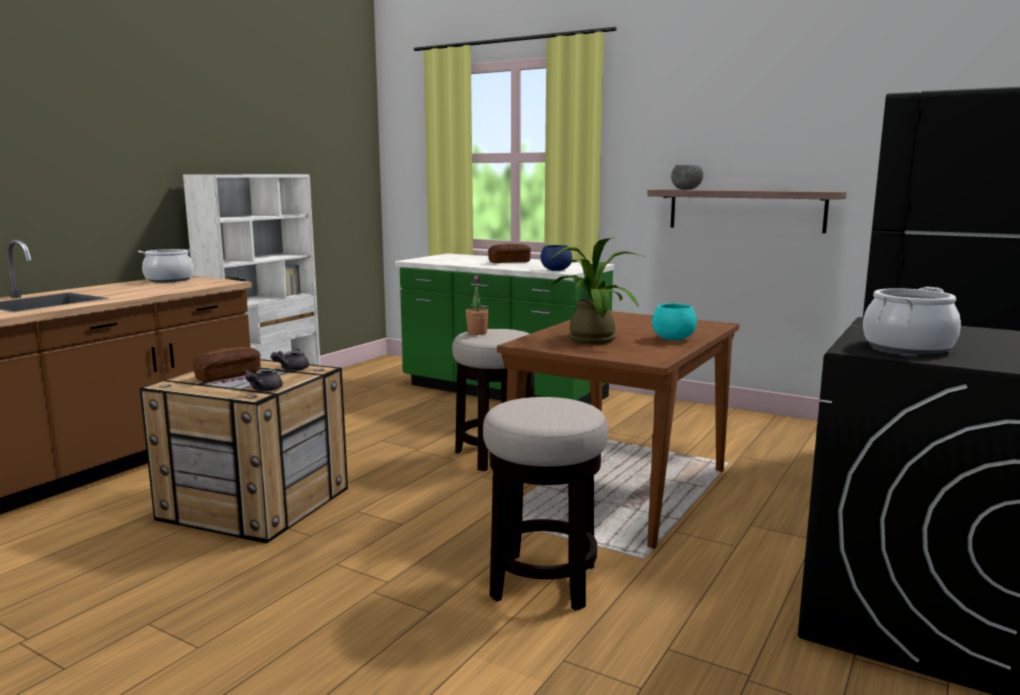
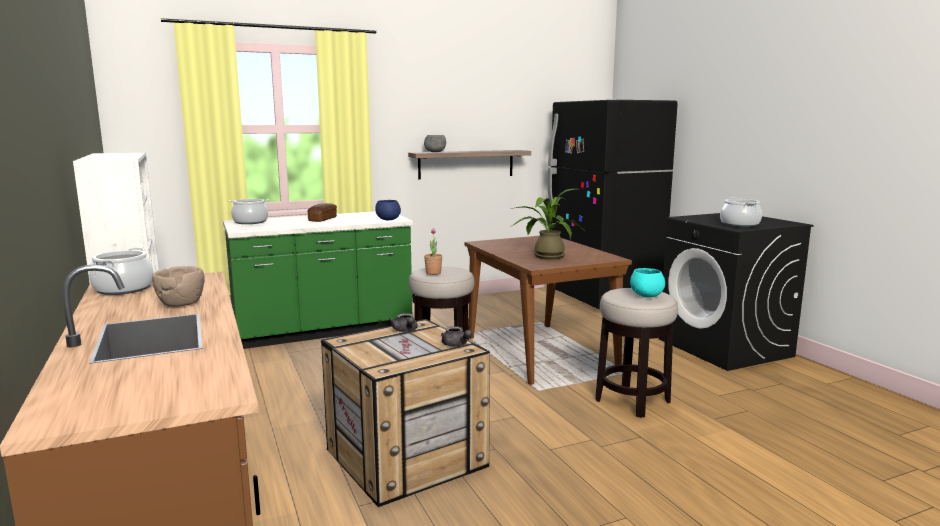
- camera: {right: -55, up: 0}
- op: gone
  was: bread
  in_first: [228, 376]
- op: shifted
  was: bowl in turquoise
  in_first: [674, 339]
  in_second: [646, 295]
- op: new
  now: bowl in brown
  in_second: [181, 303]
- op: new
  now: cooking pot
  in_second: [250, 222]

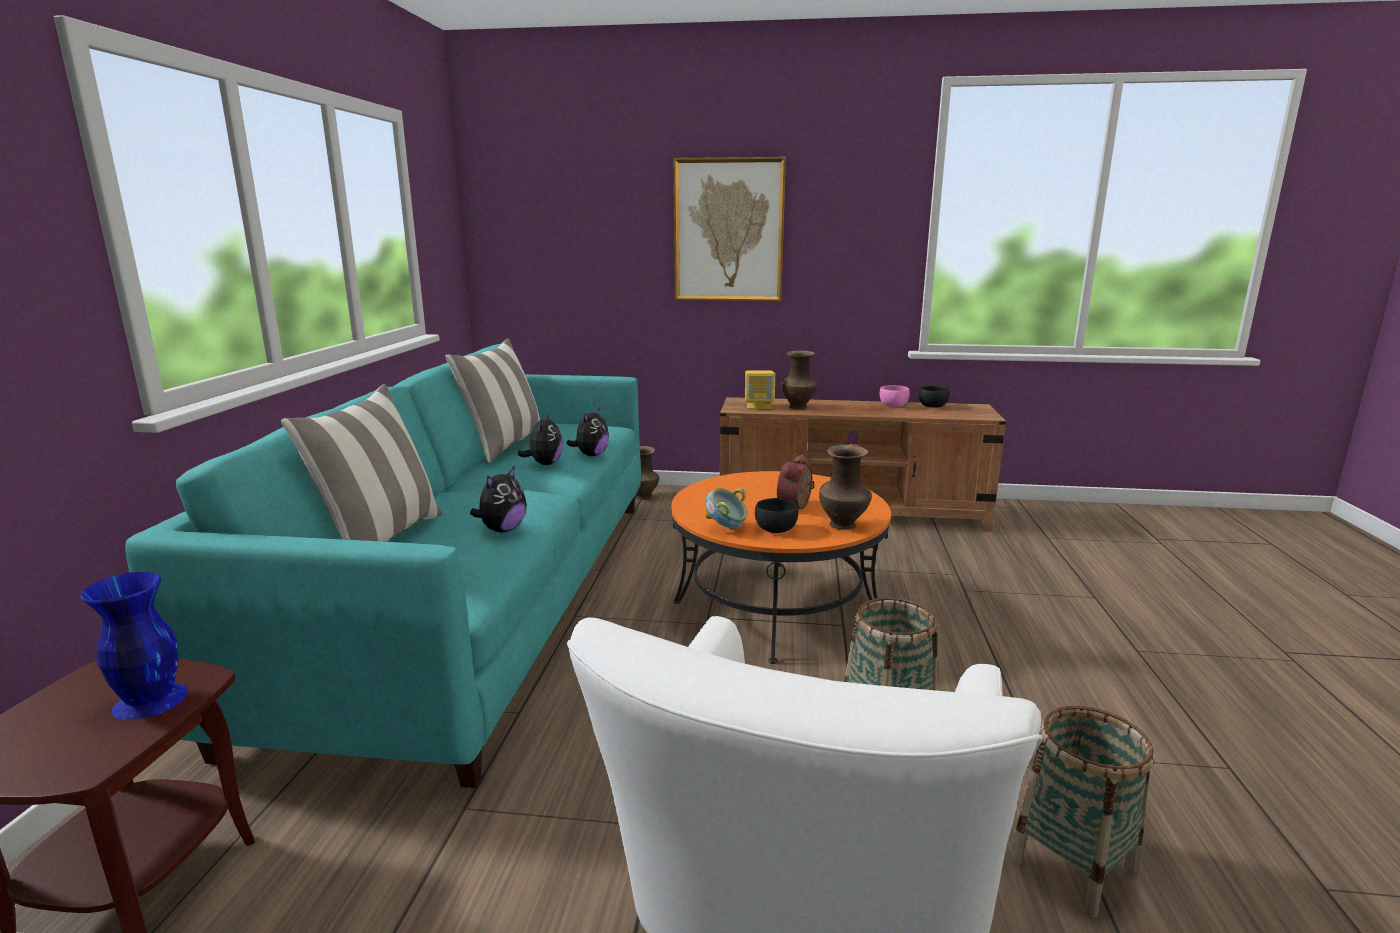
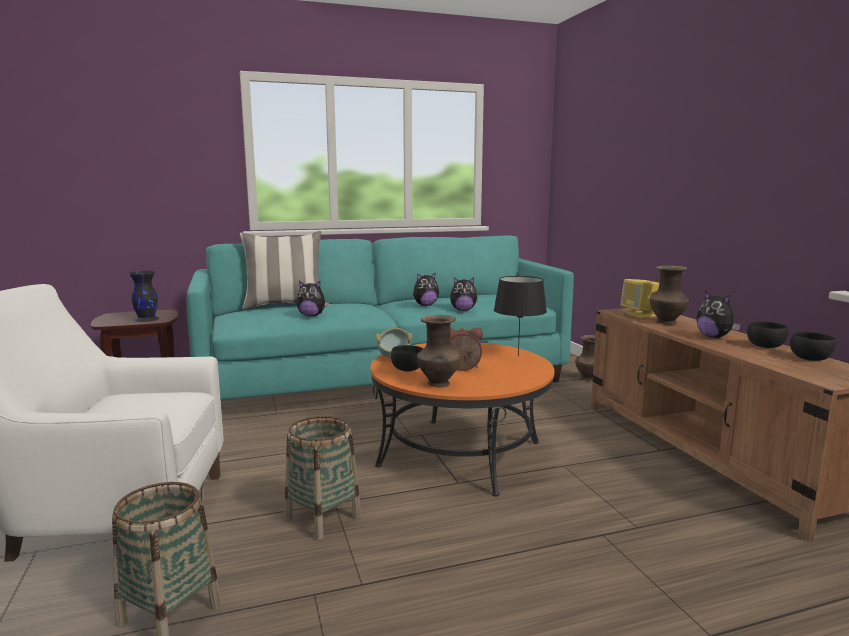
- camera: {right: 65, up: -5}
- op: repainted
  was: vase in blue
  now: vase in black
  in_first: [149, 701]
  in_second: [146, 319]
- op: gone
  was: pillow
  in_first: [503, 447]
- op: gone
  was: picture
  in_first: [728, 230]
- op: repainted
  was: bowl in pink
  now: bowl in black
  in_first: [893, 405]
  in_second: [765, 346]
- op: new
  now: table lamp in black
  in_second: [518, 356]
- op: new
  now: plush toy
  in_second: [714, 337]

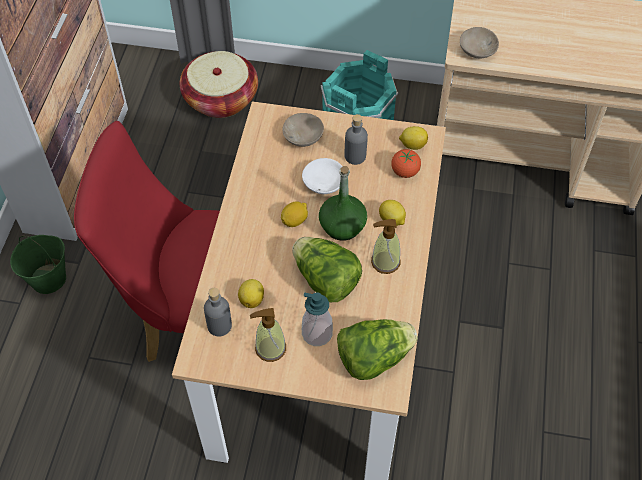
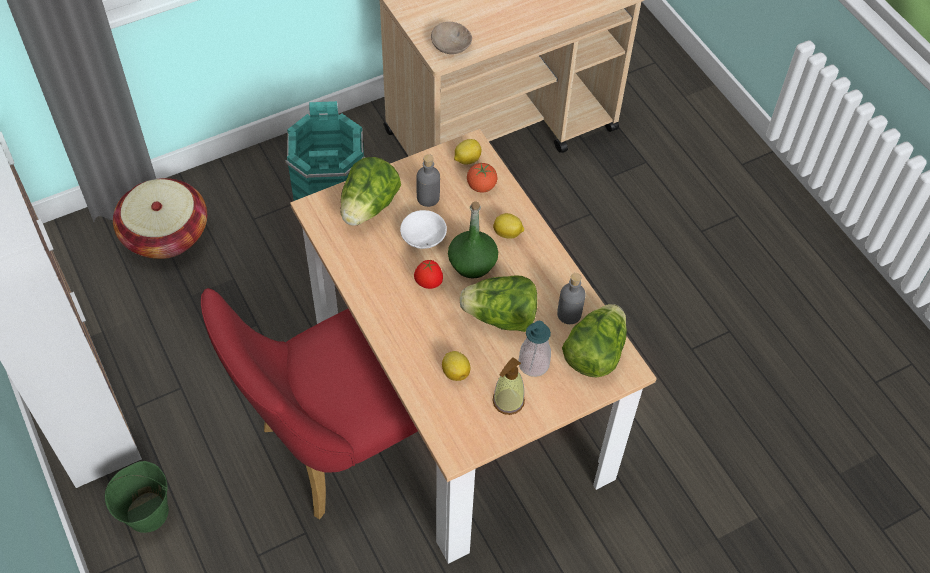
- camera: {right: -40, up: 0}
- op: shifted
  was: bottle in grey
  in_first: [219, 326]
  in_second: [569, 314]
- op: swapped
  was: lemon
  now: tomato
  in_first: [294, 220]
  in_second: [428, 284]
- op: swapped
  was: bowl in beige
  now: lettuce
  in_first: [304, 137]
  in_second: [369, 207]
- op: gone
  was: soap dispenser
  in_first: [385, 262]

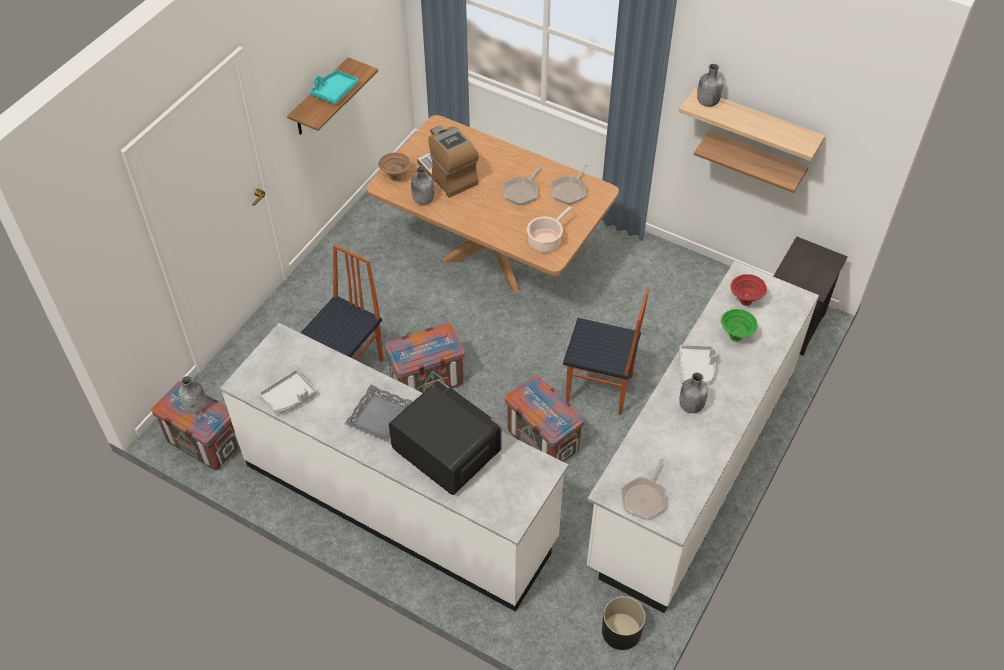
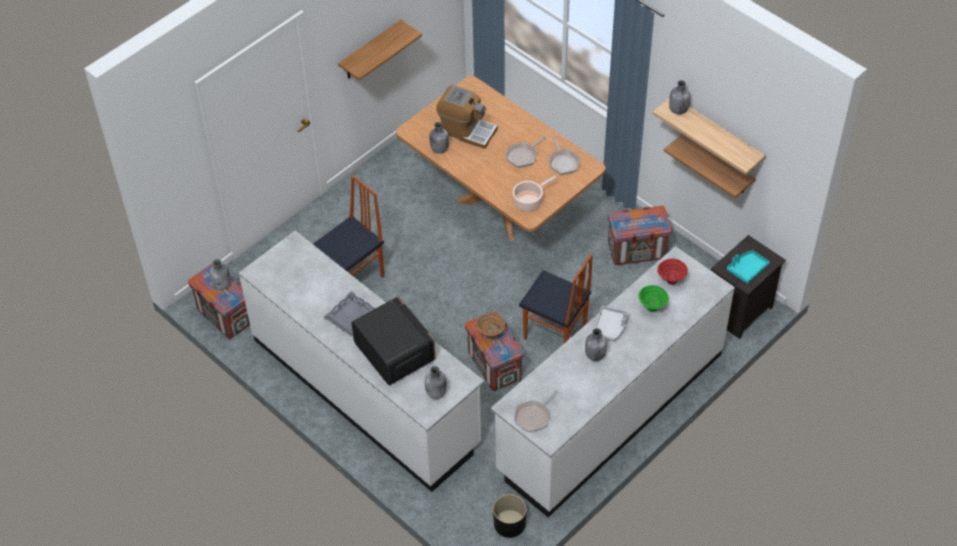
- camera: {right: 15, up: 0}
- op: gone
  was: tray in grey
  in_first: [289, 397]
- op: shifted
  was: tray in turquoise
  in_first: [334, 91]
  in_second: [747, 269]
- op: shifted
  was: bowl in brown
  in_first: [395, 177]
  in_second: [490, 334]
- op: shifted
  was: crate
  in_first: [428, 381]
  in_second: [637, 251]
- op: rotated
  was: coffee machine
  in_first: [448, 174]
  in_second: [466, 130]
  clockwise: 135
- op: rotated
  was: frying pan
  in_first: [570, 191]
  in_second: [563, 162]
  clockwise: -60
- op: new
  now: bottle in grey
  in_second: [436, 393]

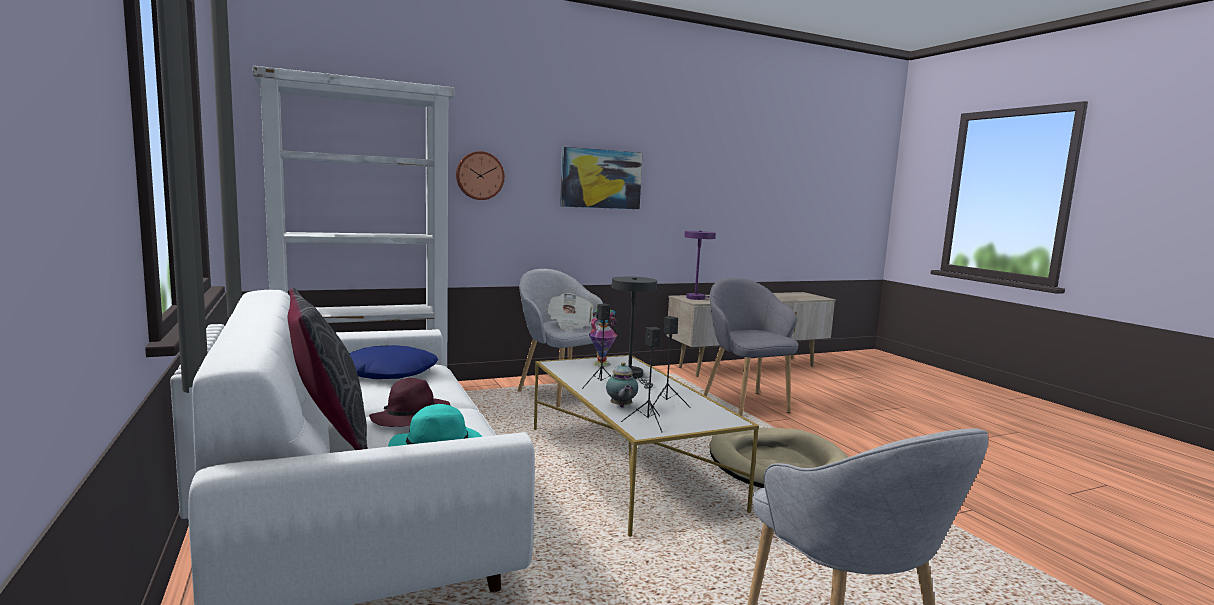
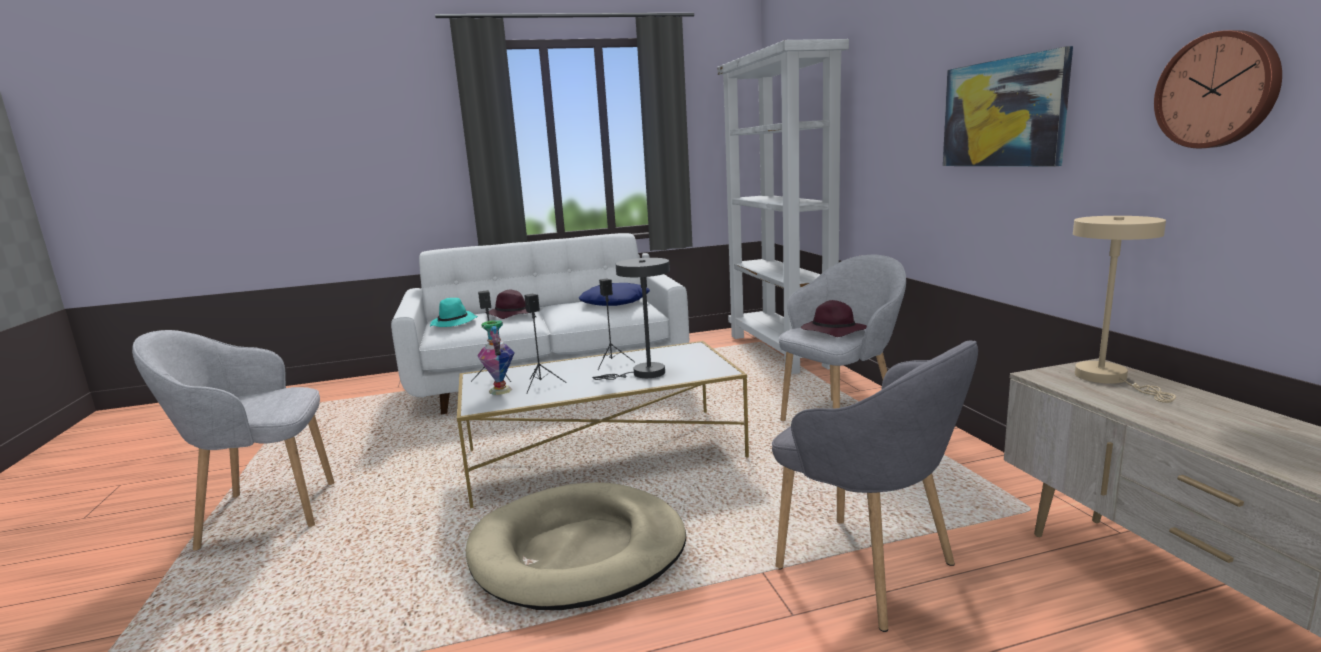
- camera: {right: 100, up: 5}
- op: gone
  was: pillow in grey
  in_first: [330, 441]
- op: shifted
  was: wall clock
  in_first: [479, 175]
  in_second: [1218, 90]
- op: swapped
  was: newspaper
  now: hat in purple
  in_first: [569, 325]
  in_second: [832, 332]
- op: shifted
  was: vase
  in_first: [601, 364]
  in_second: [501, 390]
- op: gone
  was: teapot
  in_first: [621, 407]
- op: repainted
  was: table lamp in purple
  now: table lamp in beige
  in_first: [698, 298]
  in_second: [1108, 378]
- op: rotated
  was: armchair in grey
  in_first: [745, 403]
  in_second: [868, 571]
  clockwise: 60

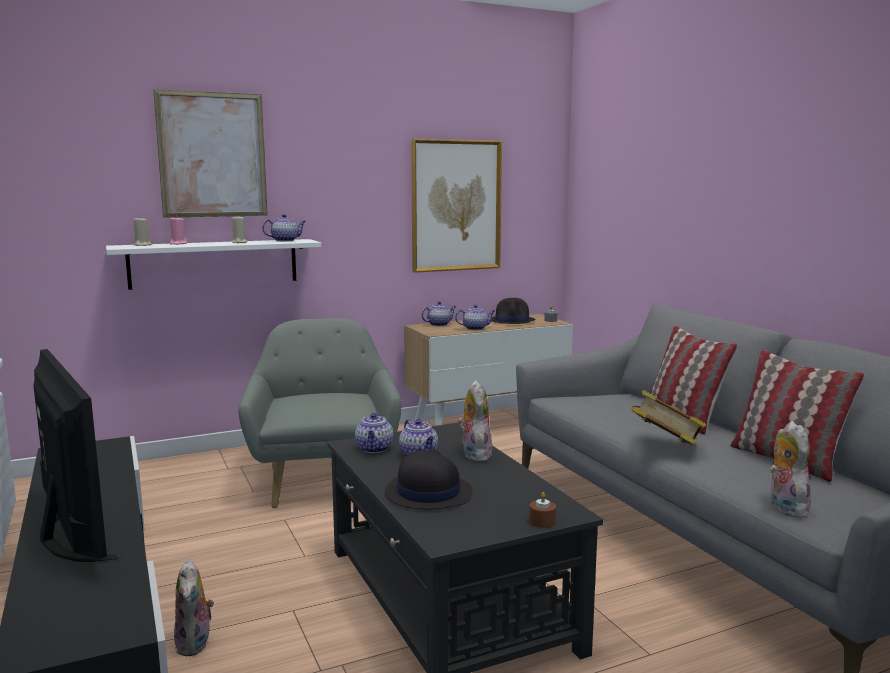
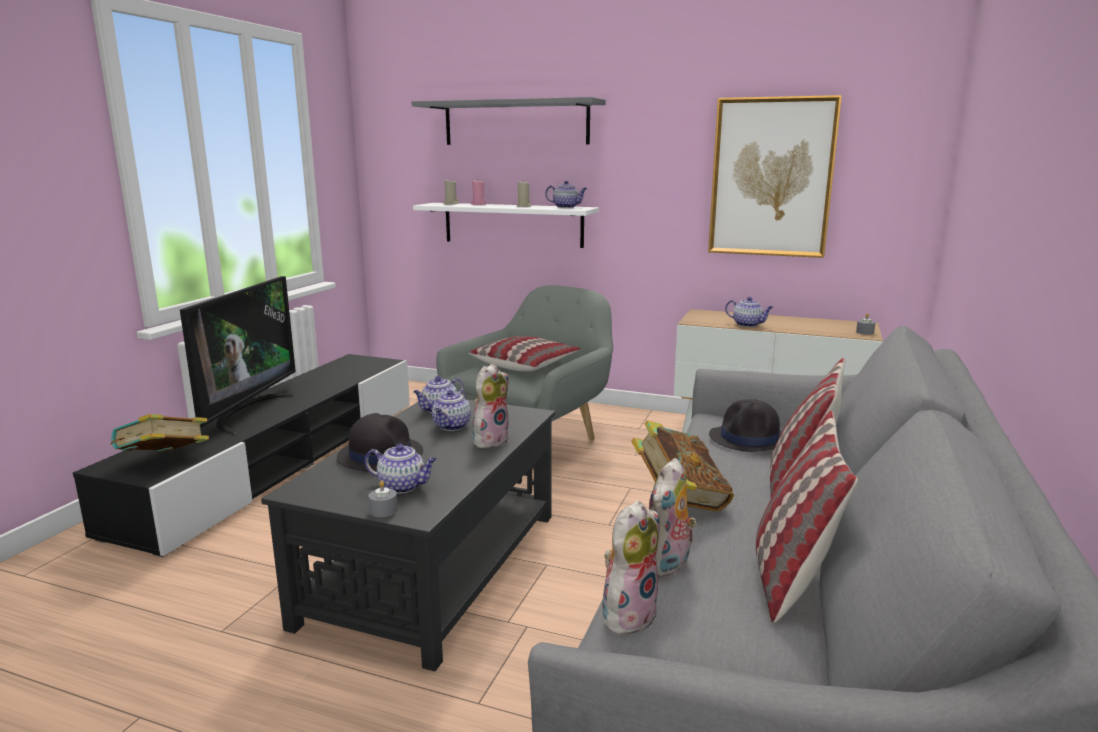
- camera: {right: 45, up: 5}
- op: swapped
  was: picture
  now: shelf in grey
  in_first: [212, 155]
  in_second: [515, 123]
- op: shifted
  was: plush toy
  in_first: [195, 644]
  in_second: [668, 566]
- op: shifted
  was: teapot
  in_first: [439, 324]
  in_second: [403, 486]
- op: shifted
  was: hat in black
  in_first: [512, 321]
  in_second: [749, 439]
- op: repainted
  was: candle in brown
  now: candle in grey
  in_first: [542, 521]
  in_second: [383, 510]
- op: new
  now: book
  in_second: [164, 461]
- op: new
  now: pillow
  in_second: [525, 364]

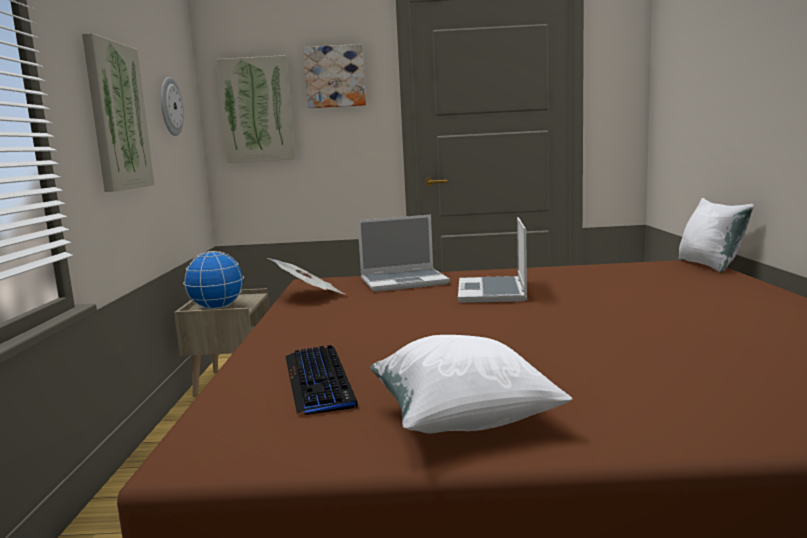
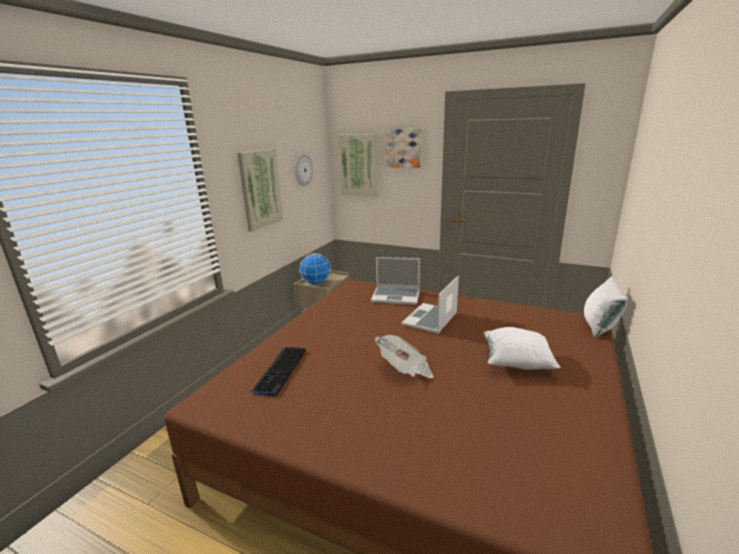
- camera: {right: 25, up: 10}
- op: shifted
  was: newspaper
  in_first: [309, 296]
  in_second: [405, 370]
- op: shifted
  was: pillow in white
  in_first: [463, 422]
  in_second: [516, 363]

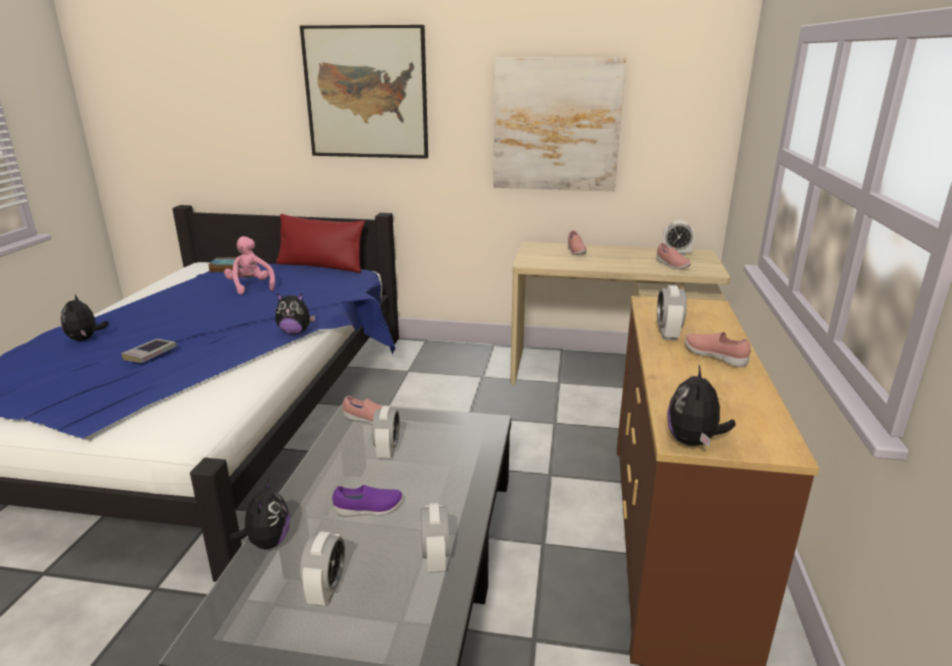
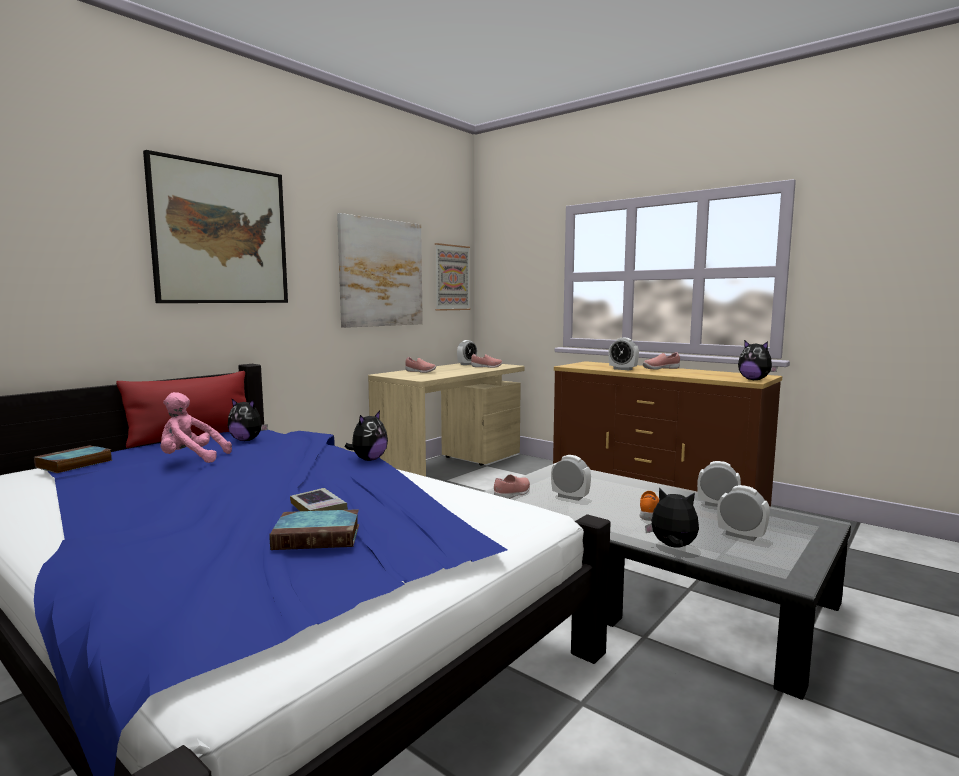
- camera: {right: -60, up: -15}
- op: shifted
  was: plush toy
  in_first: [85, 339]
  in_second: [247, 440]
- op: repainted
  was: shoe in purple
  now: shoe in orange
  in_first: [369, 510]
  in_second: [649, 512]
- op: new
  now: book
  in_second: [319, 536]
- op: new
  now: picture
  in_second: [451, 277]

